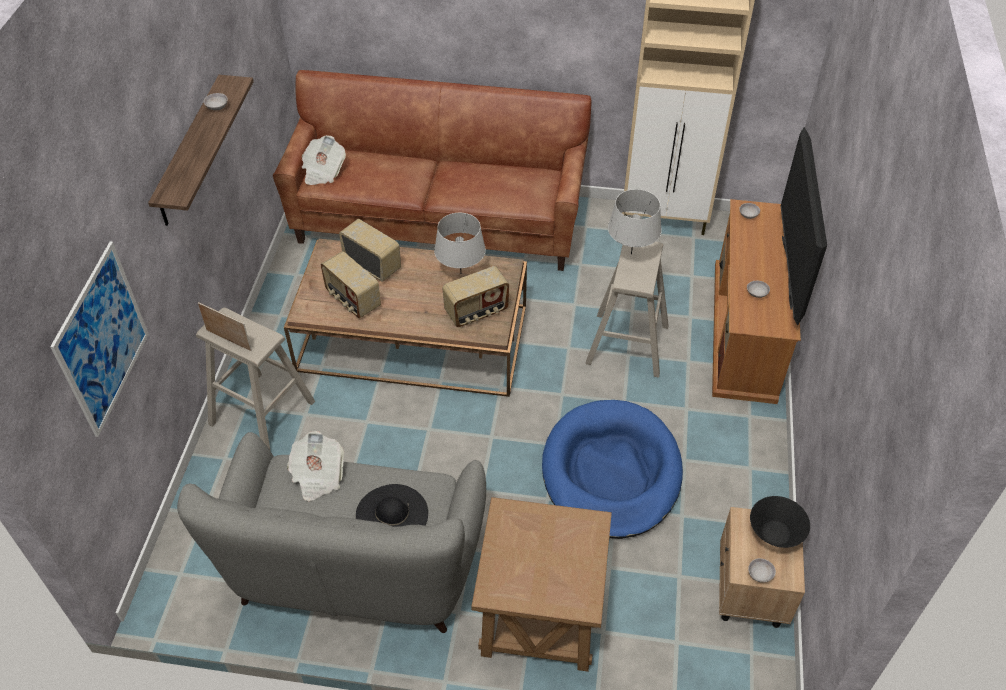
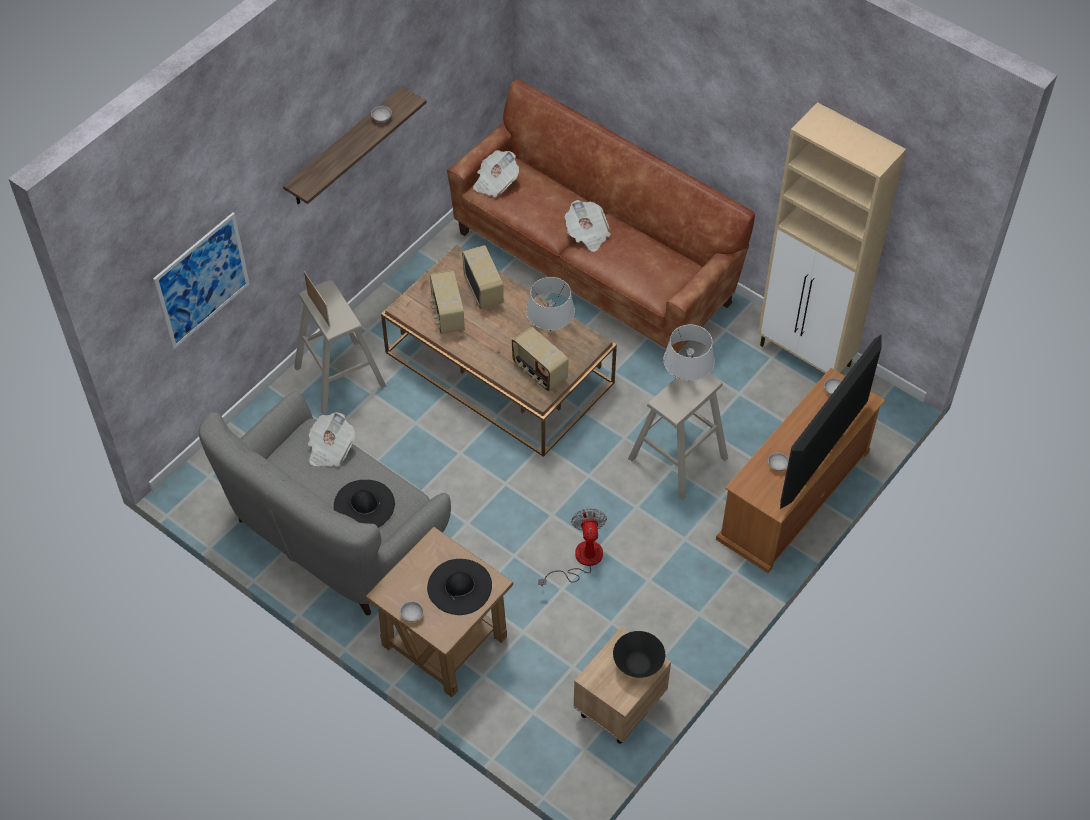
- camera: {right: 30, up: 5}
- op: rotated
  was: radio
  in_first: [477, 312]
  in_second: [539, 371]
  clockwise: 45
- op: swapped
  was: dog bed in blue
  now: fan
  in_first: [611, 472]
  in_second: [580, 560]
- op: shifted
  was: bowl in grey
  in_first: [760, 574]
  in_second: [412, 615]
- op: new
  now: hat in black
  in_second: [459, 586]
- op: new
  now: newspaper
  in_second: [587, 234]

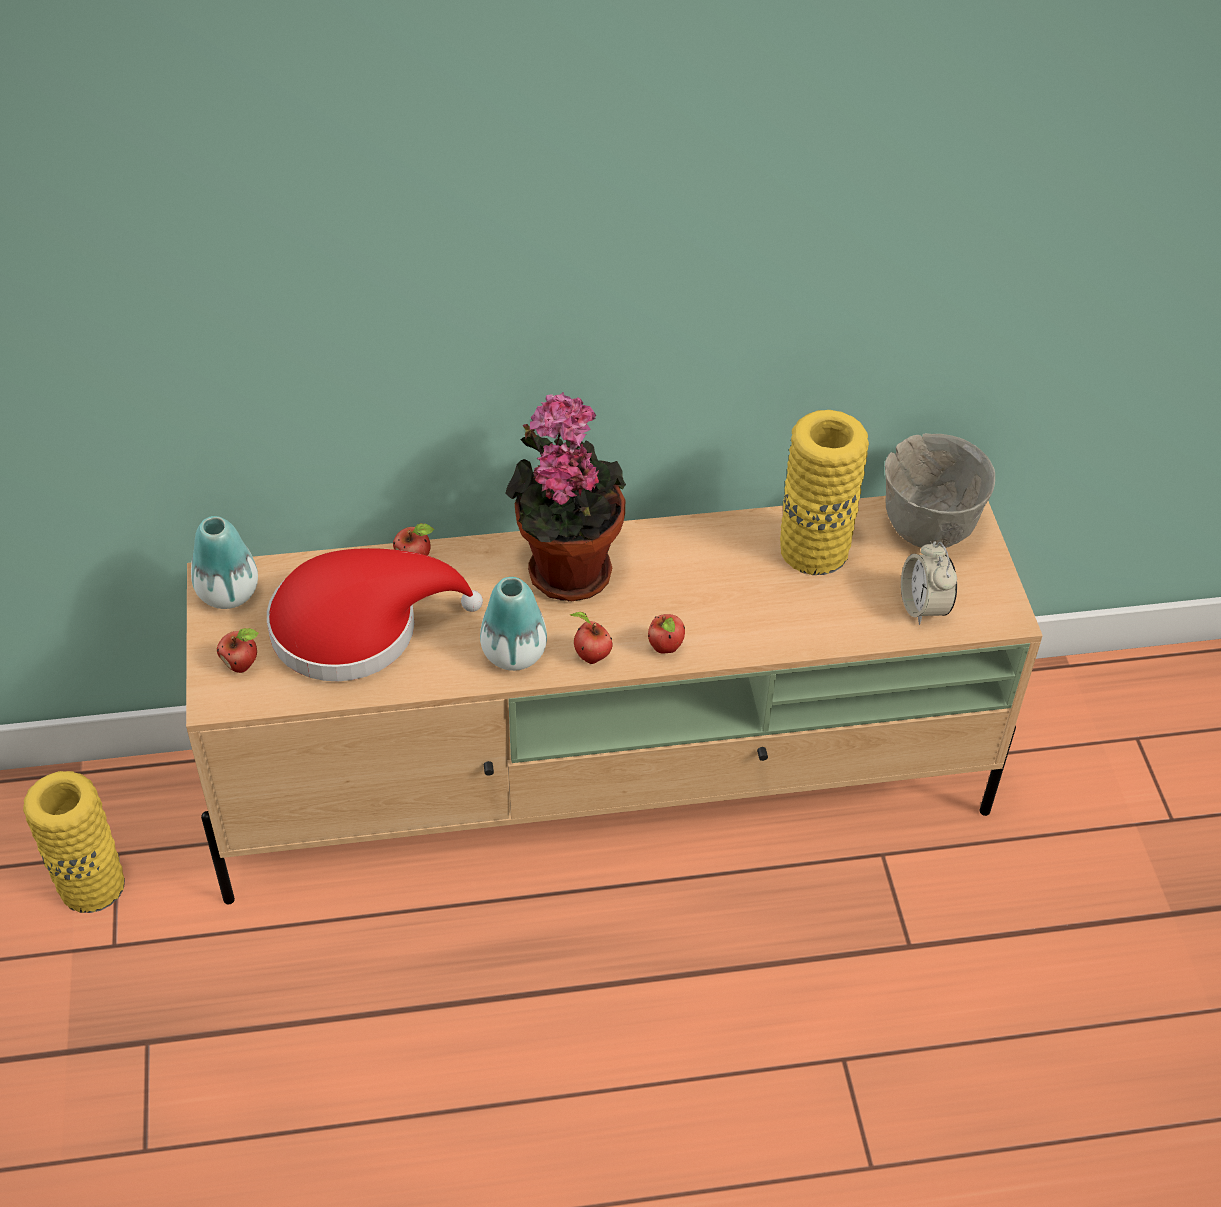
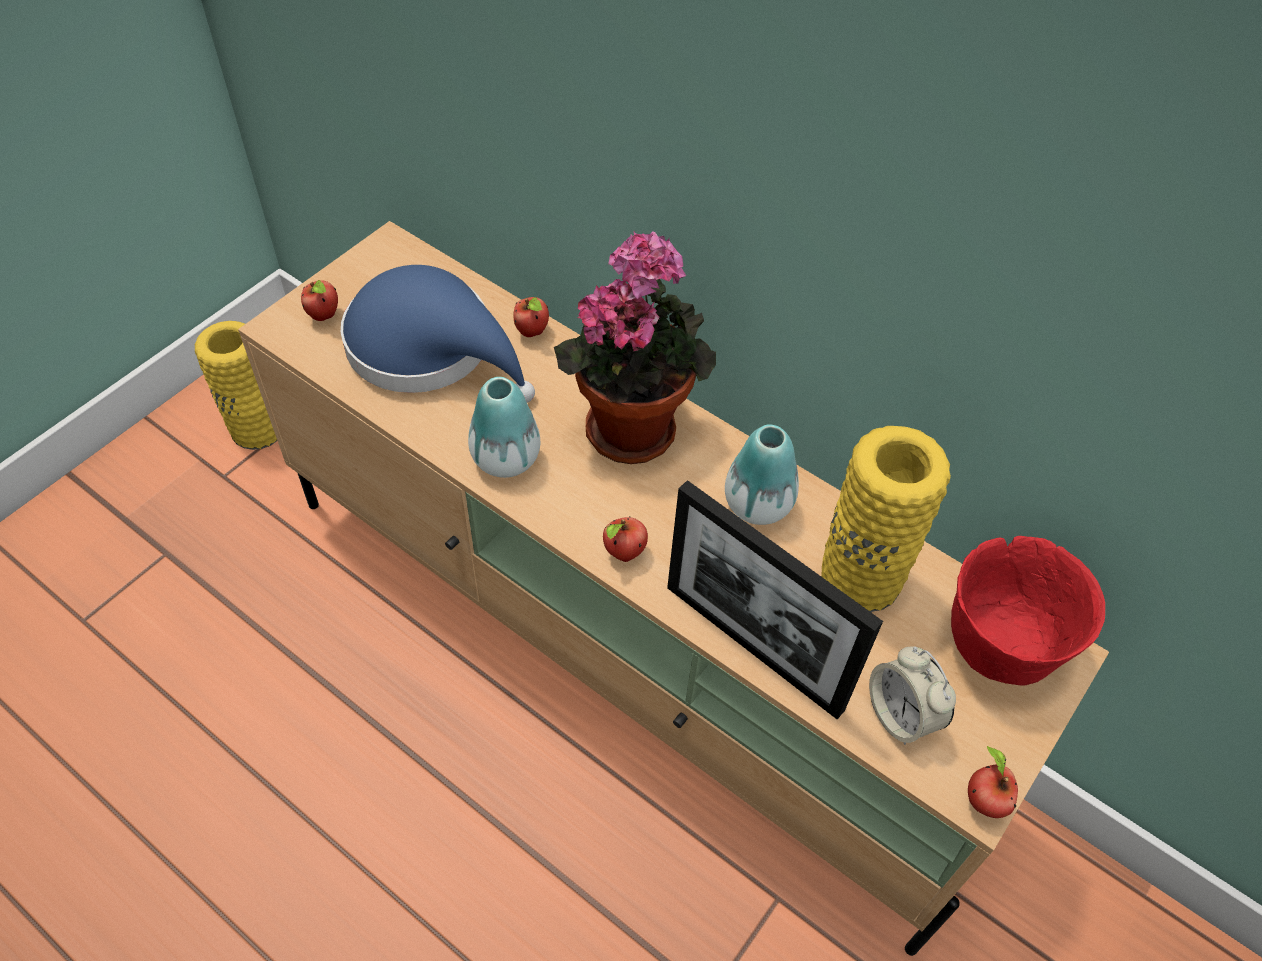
- camera: {right: 45, up: 5}
- op: shifted
  was: vase
  in_first: [228, 593]
  in_second: [757, 504]
- op: repainted
  was: hat in red
  now: hat in blue
  in_first: [357, 626]
  in_second: [430, 348]
- op: shifted
  was: apple
  in_first: [590, 657]
  in_second: [982, 800]
- op: repainted
  was: bowl in grey
  now: bowl in red
  in_first: [926, 527]
  in_second: [998, 644]
- op: rotated
  was: alarm clock
  in_first: [923, 607]
  in_second: [901, 715]
  clockwise: -60
- op: new
  now: picture frame
  in_second: [753, 647]

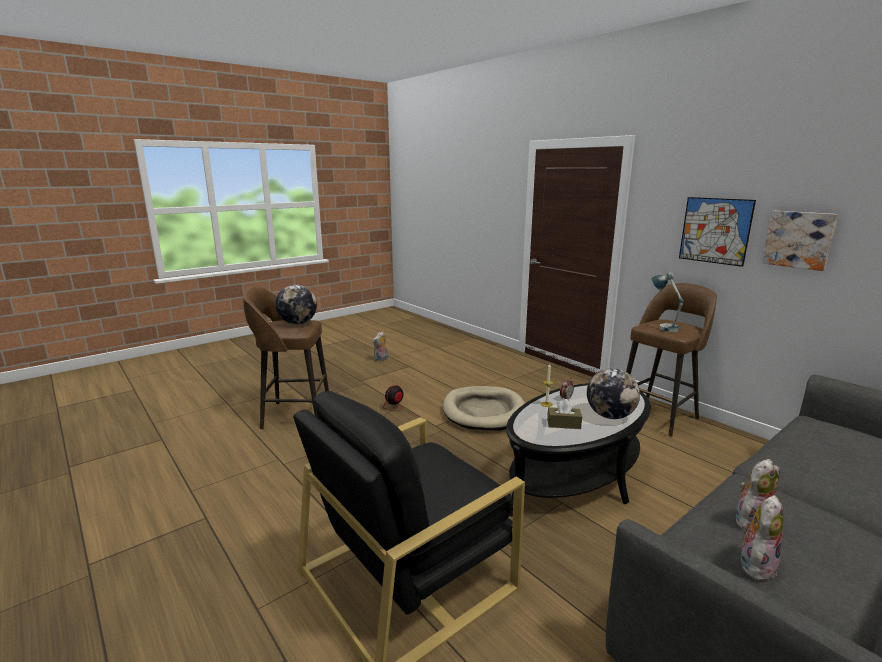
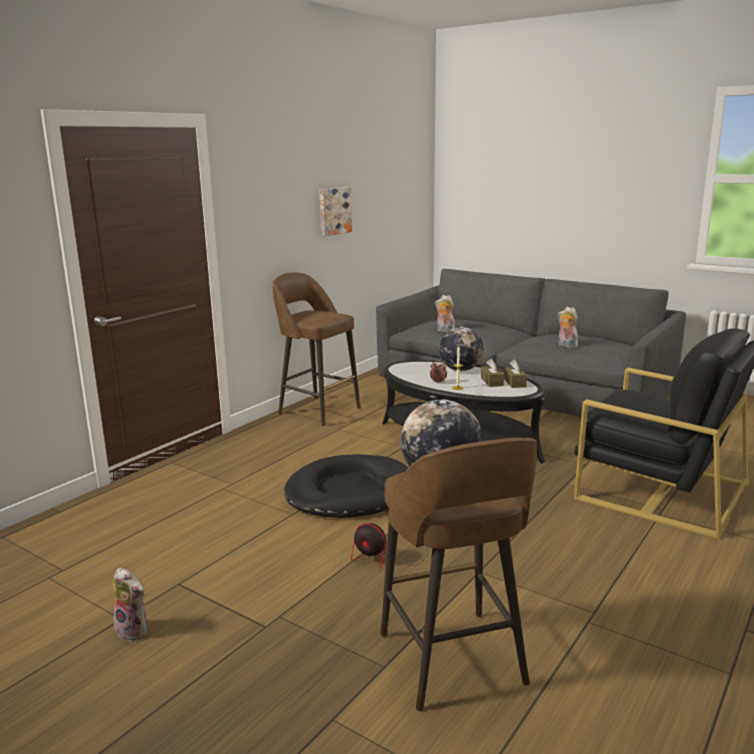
- camera: {right: -105, up: 0}
- op: repainted
  was: dog bed in beige
  now: dog bed in black
  in_first: [484, 411]
  in_second: [349, 492]
- op: gone
  was: table lamp
  in_first: [663, 326]
- op: gone
  was: picture
  in_first: [715, 230]
- op: shifted
  was: plush toy
  in_first: [755, 564]
  in_second: [444, 331]
- op: new
  now: tissue box in brown
  in_second: [514, 383]

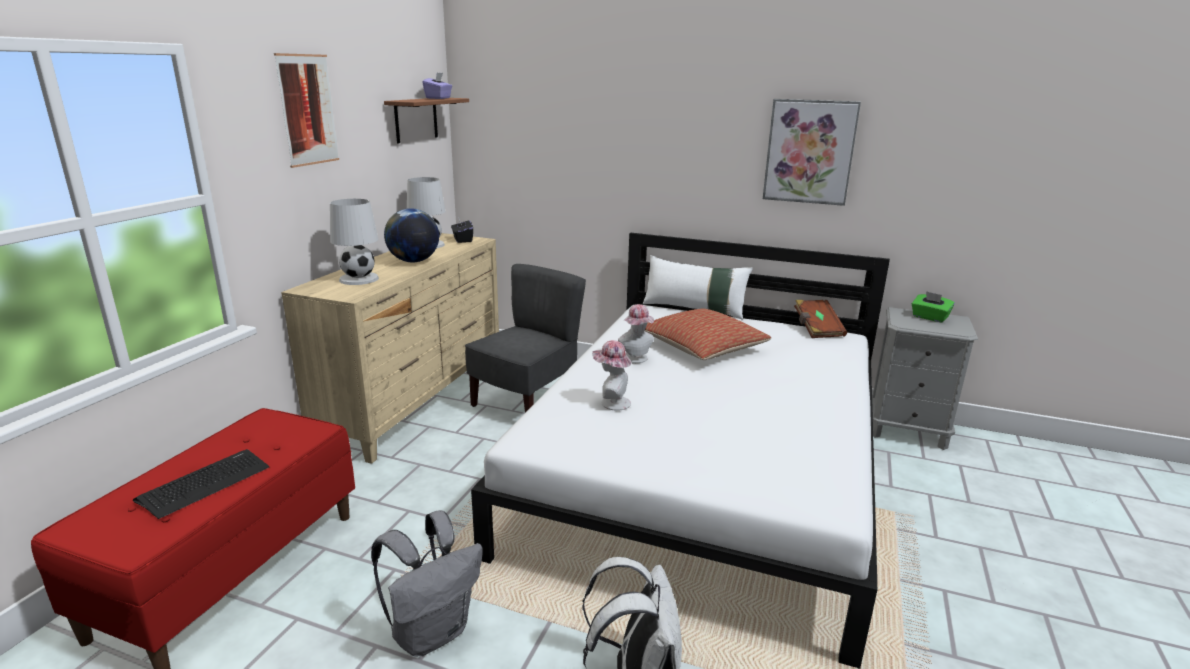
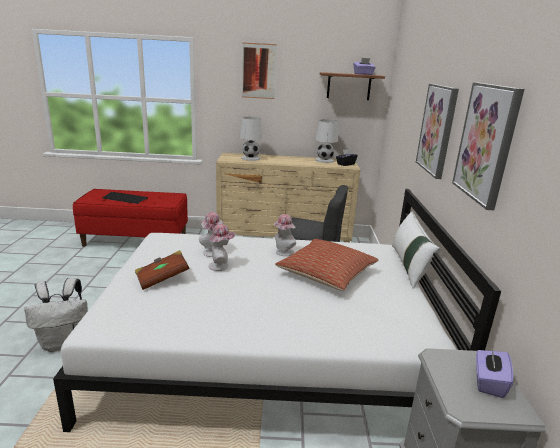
- camera: {right: 70, up: 0}
- op: gone
  was: backpack in grey
  in_first: [432, 632]
- op: gone
  was: globe
  in_first: [414, 261]
- op: shifted
  was: book in brown
  in_first: [817, 329]
  in_second: [162, 279]
- op: repainted
  was: tissue box in green
  now: tissue box in purple
  in_first: [929, 318]
  in_second: [488, 382]
- op: new
  now: hat
  in_second: [221, 265]
- op: new
  now: picture
  in_second: [437, 129]

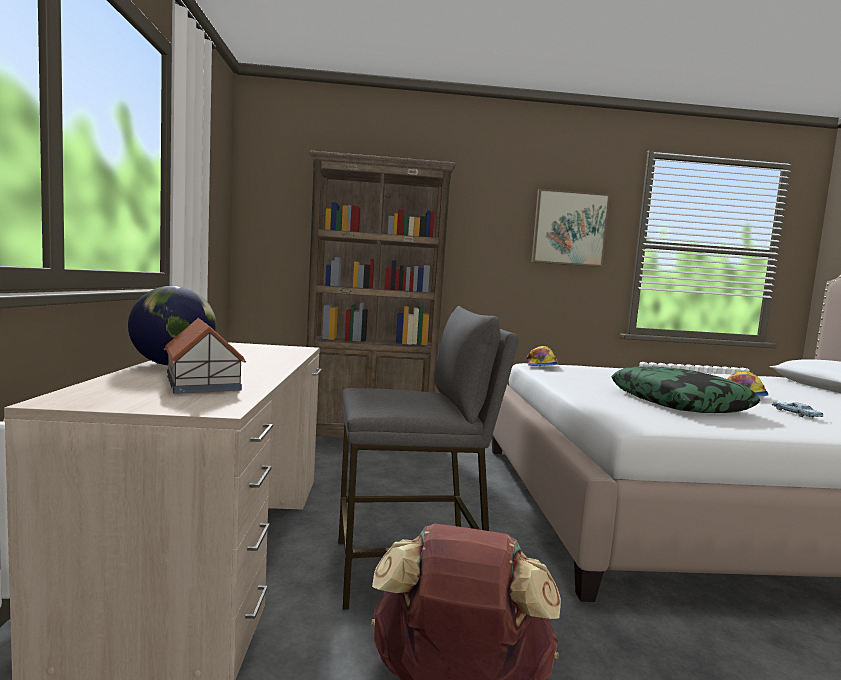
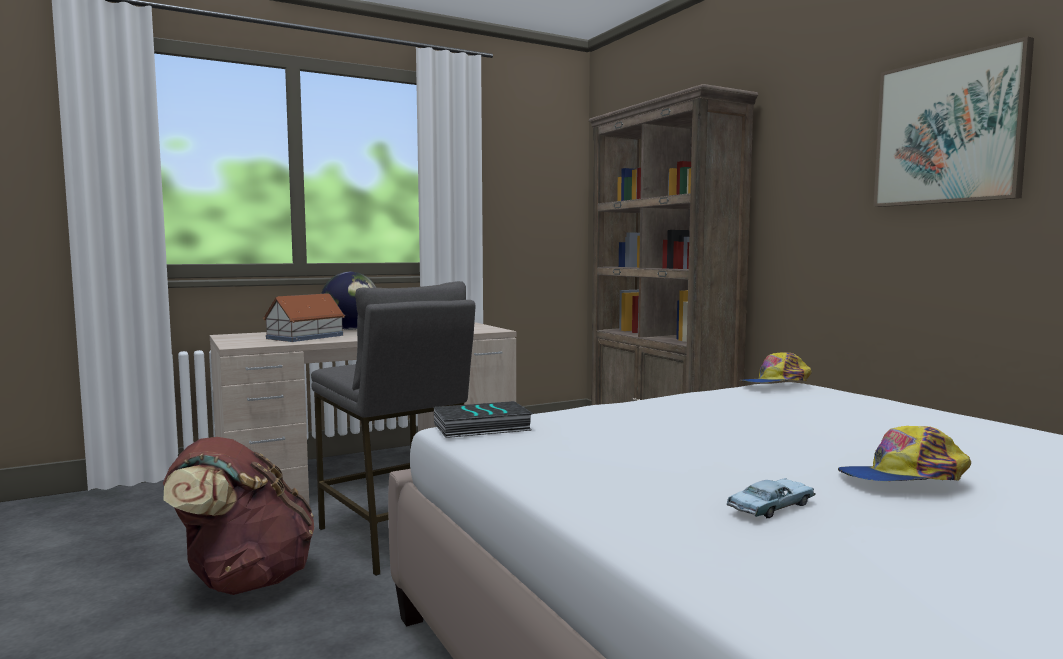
- camera: {right: 65, up: 0}
- op: gone
  was: pillow
  in_first: [678, 402]
- op: new
  now: book
  in_second: [481, 427]

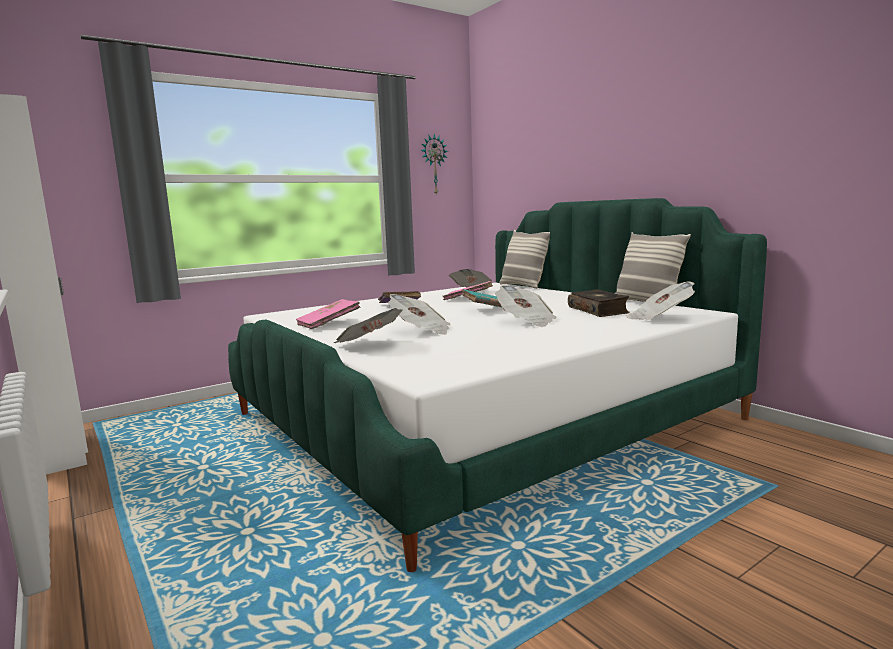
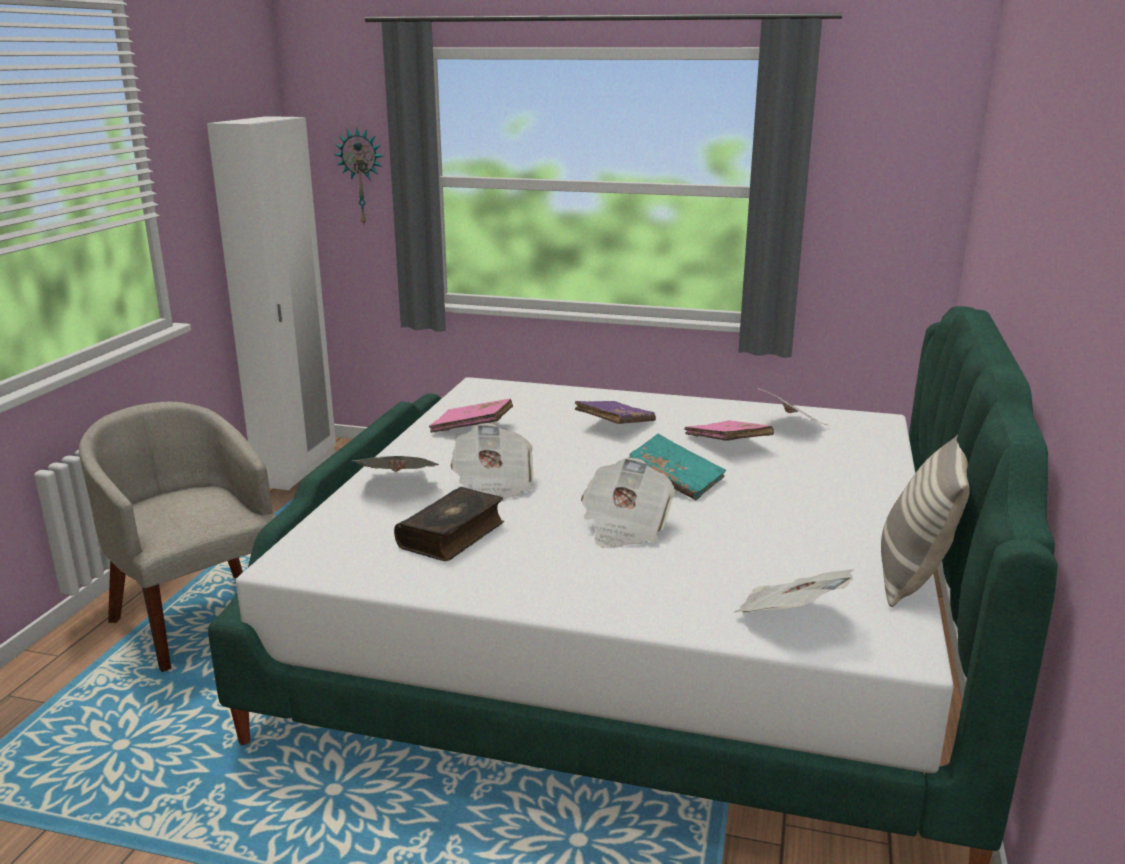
- camera: {right: 50, up: 10}
- op: shifted
  was: wall clock
  in_first: [433, 165]
  in_second: [362, 176]
- op: gone
  was: pillow
  in_first: [523, 286]
- op: shifted
  was: book
  in_first: [598, 311]
  in_second: [453, 535]
- op: new
  now: armchair in beige
  in_second: [198, 617]

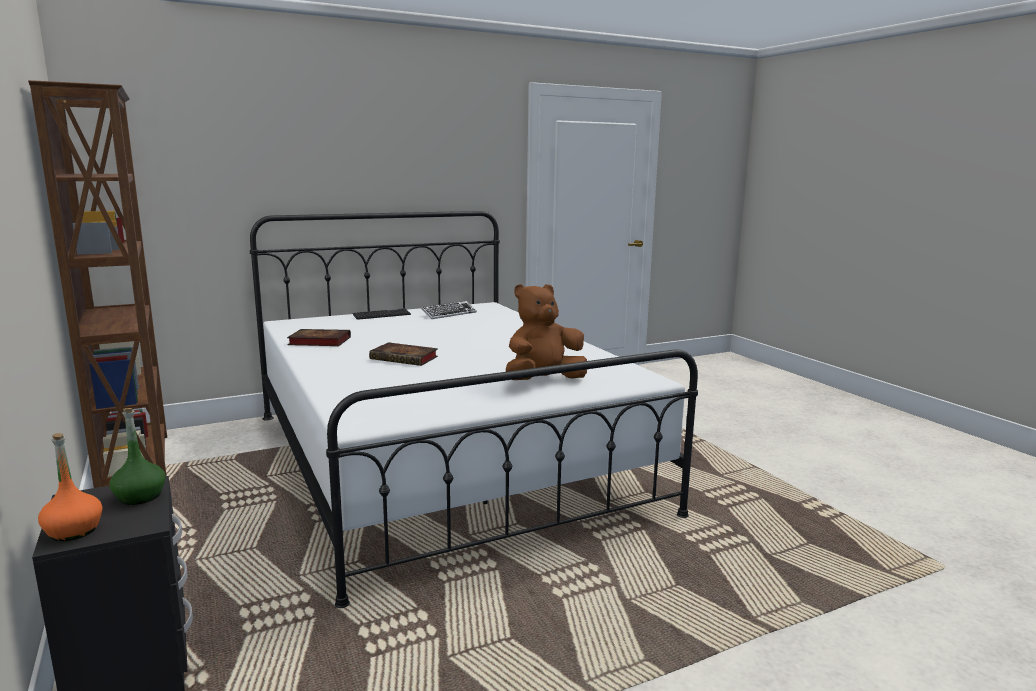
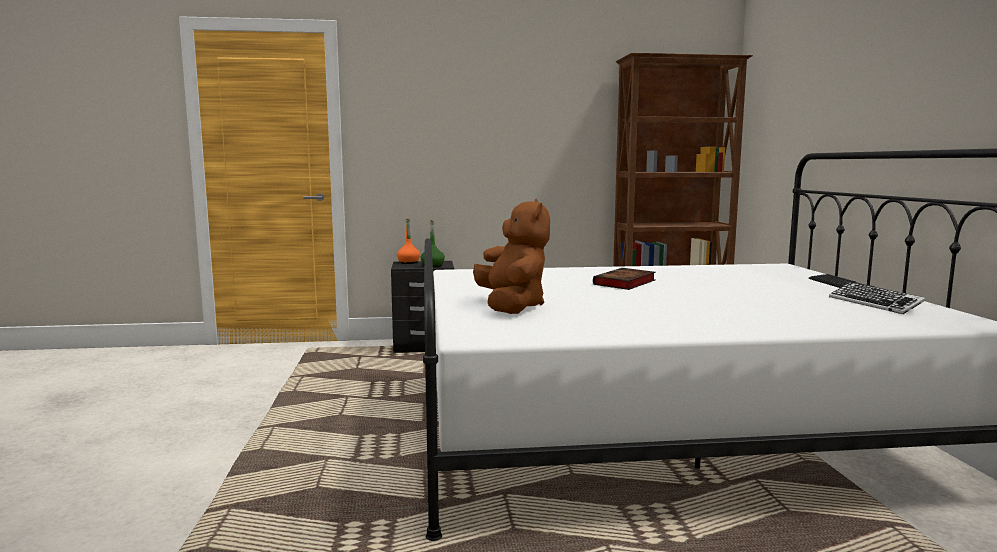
- camera: {right: 110, up: -5}
- op: gone
  was: book
  in_first: [318, 341]

